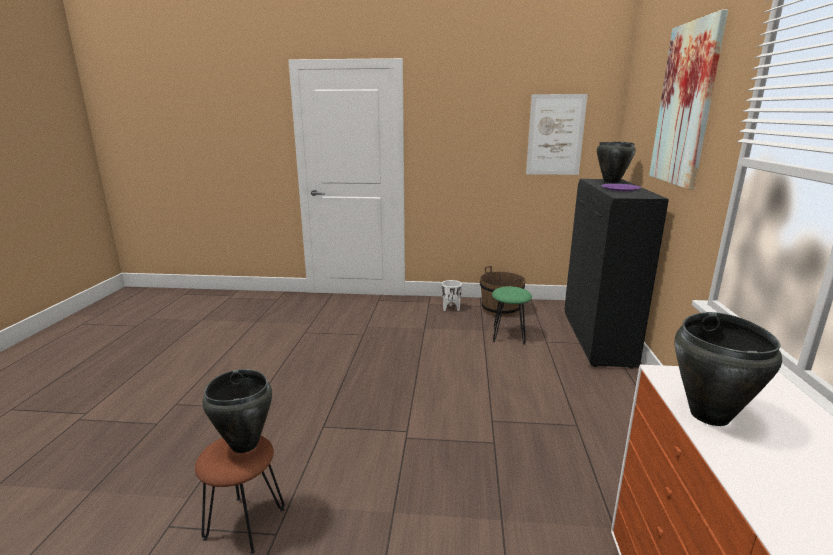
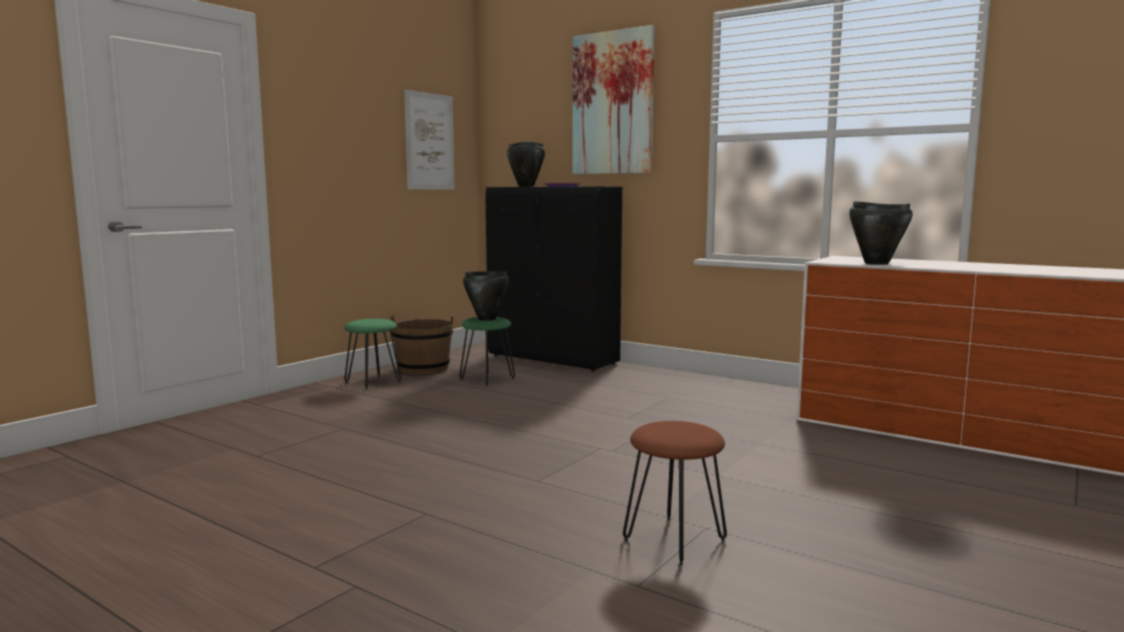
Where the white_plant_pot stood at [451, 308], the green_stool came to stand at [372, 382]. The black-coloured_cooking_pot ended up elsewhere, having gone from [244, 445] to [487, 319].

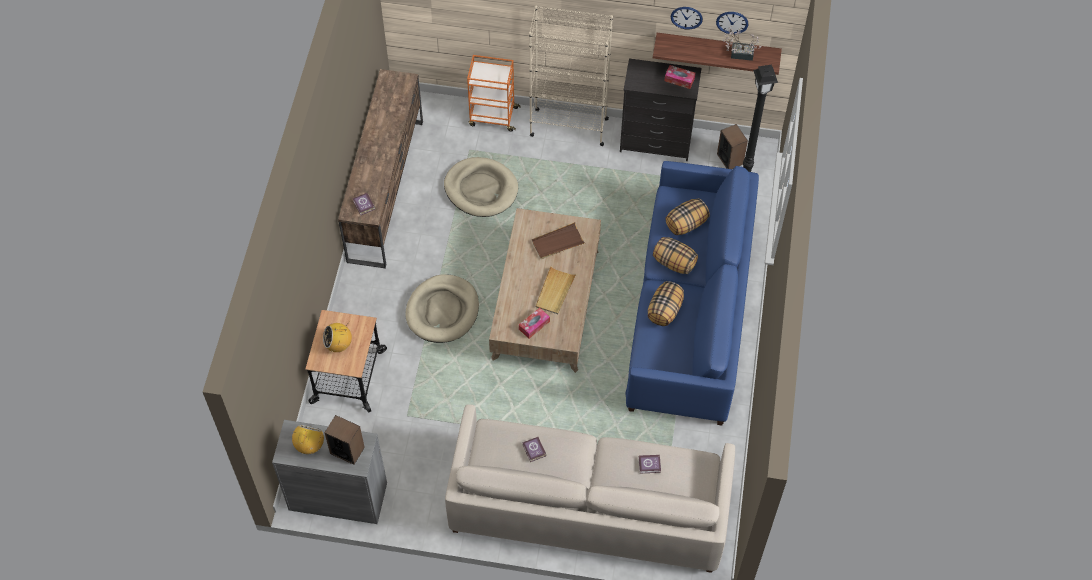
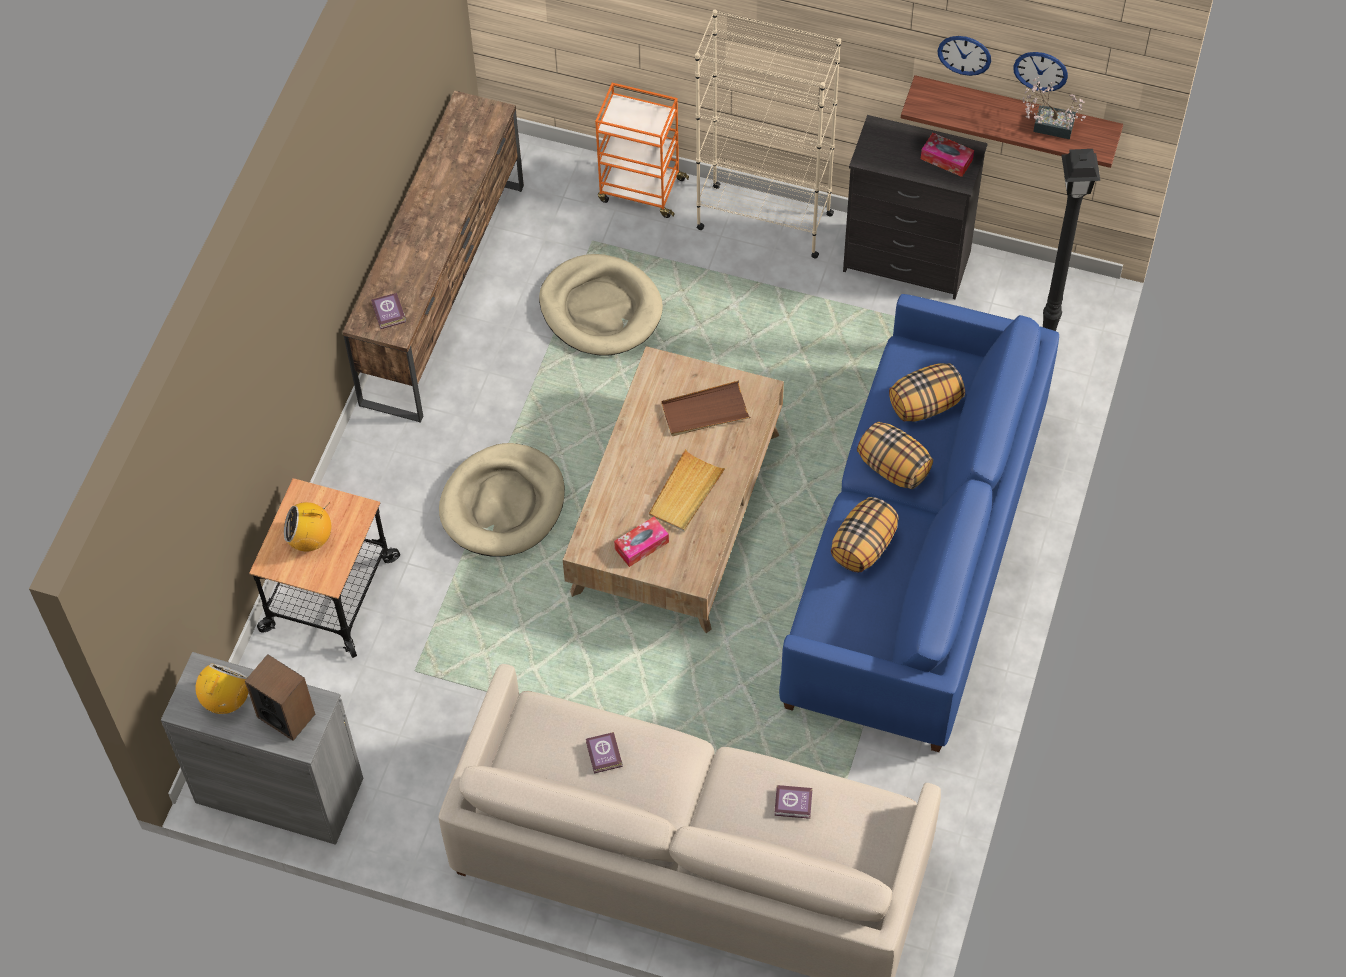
The second view lost the loudspeaker at [730, 159].

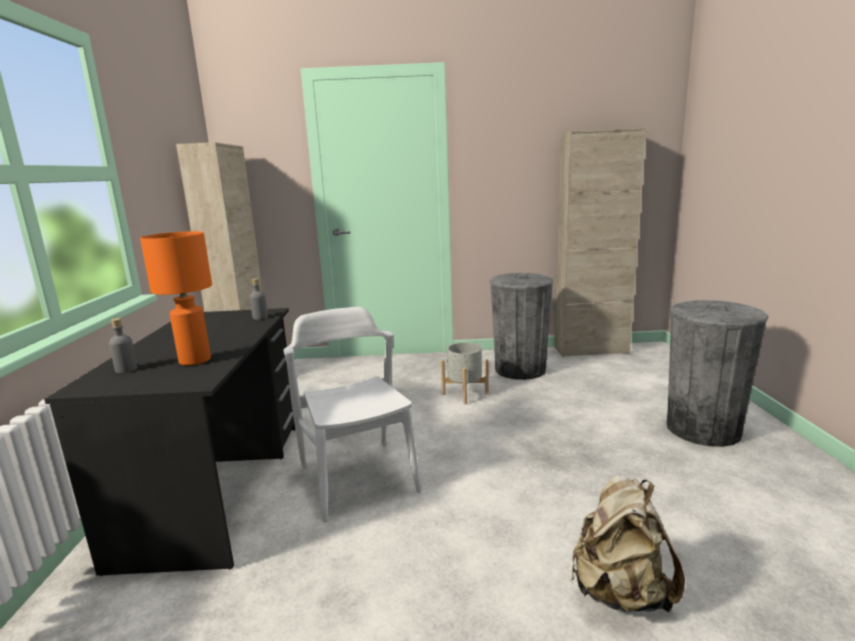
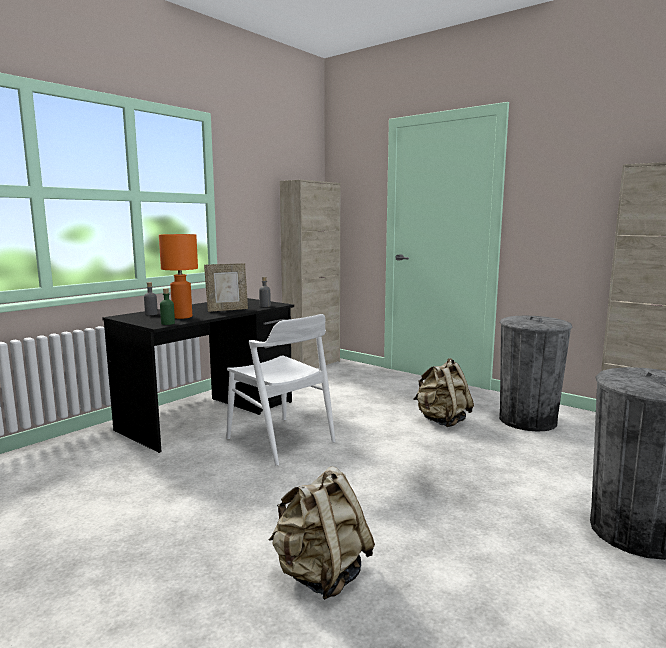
The second view gained the green_drink_bottle at [168, 323]. The second view gained the picture_frame at [227, 310]. The white_upright_chair at [358, 477] ended up facing another way, 120 degrees clockwise from before. Where the gray_plant_pot stood at [465, 394], the beige-coloured_backpack came to stand at [442, 421].

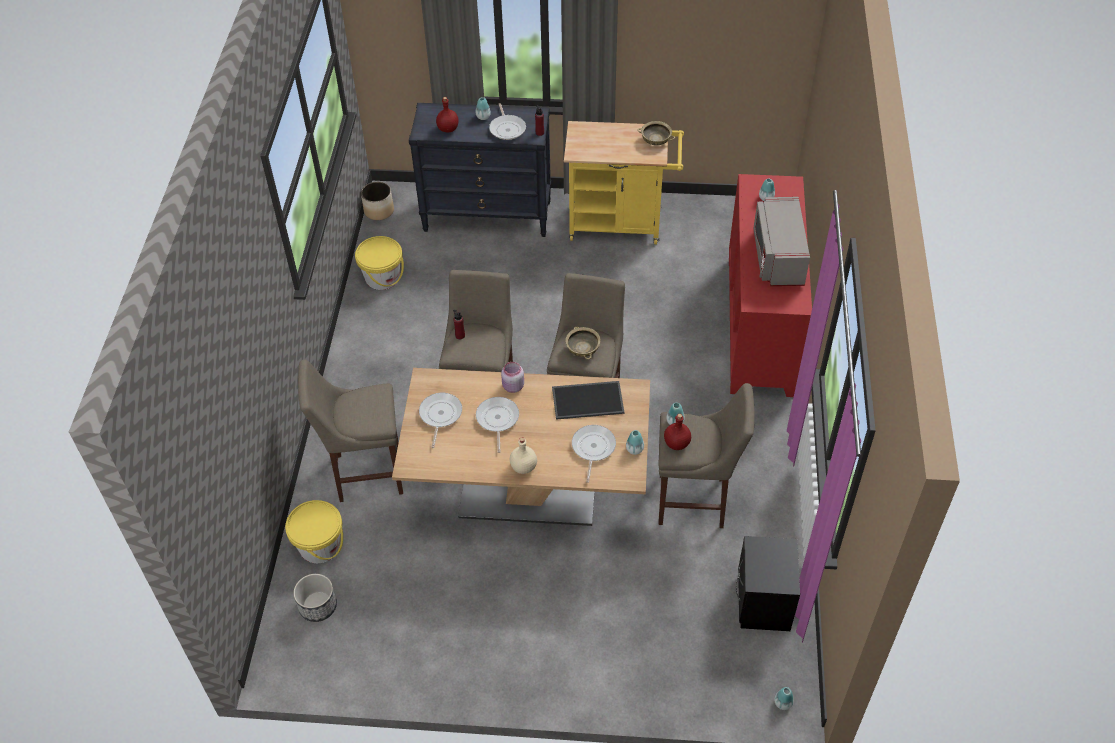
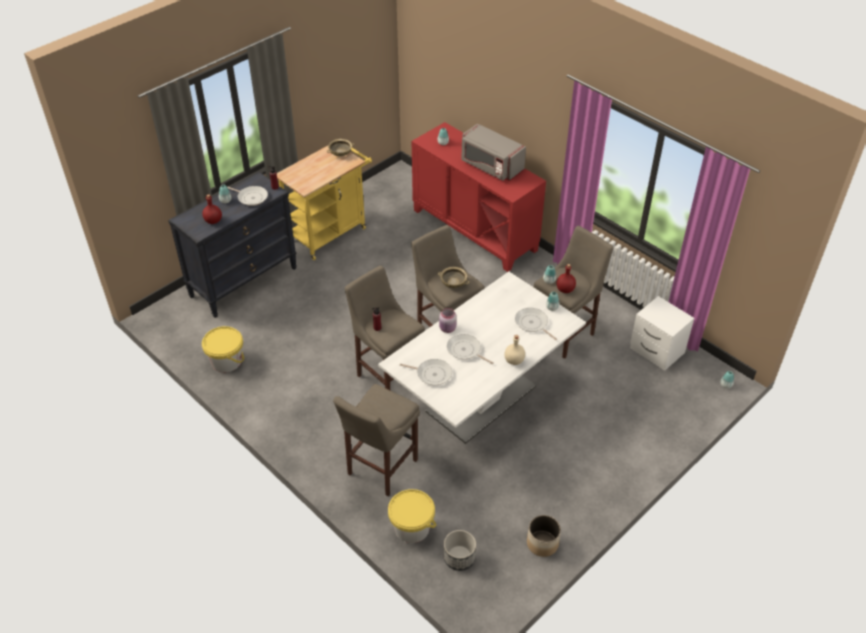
What was the brown-coloured_kitchen_table at [528, 491] turned into the white_kitchen_table at [481, 399]. The frying_pan at [440, 415] ended up facing another way, 150 degrees clockwise from before. The plant_pot ended up elsewhere, having gone from [378, 211] to [542, 544]. What was the black-coloured_bedside_table at [762, 602] turned into the white_bedside_table at [656, 351]. The second view lost the carrying_tray at [588, 399].

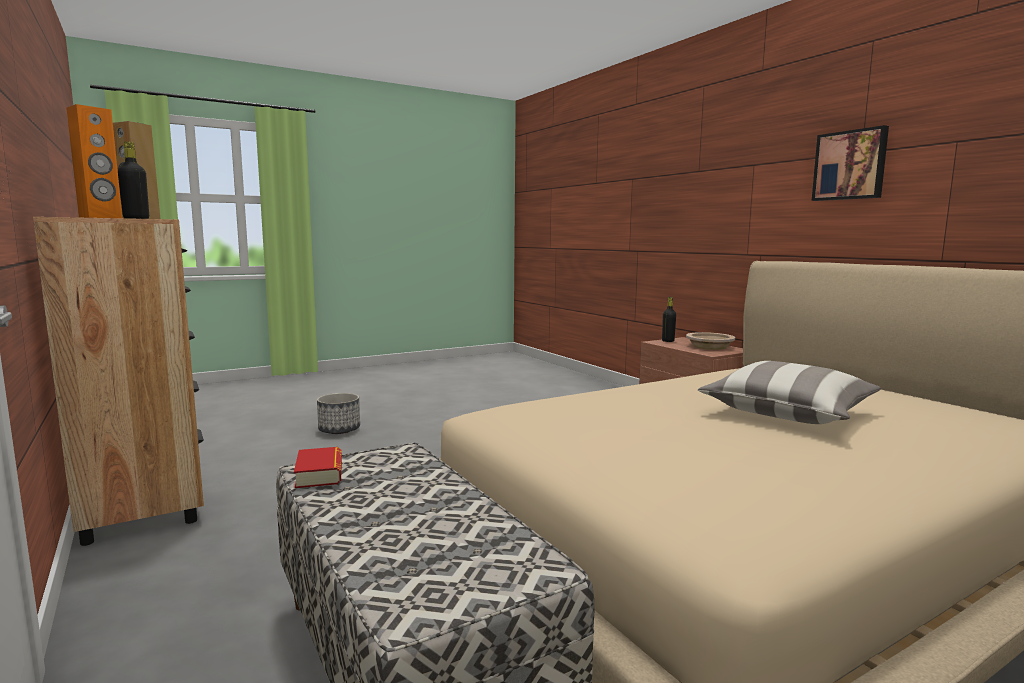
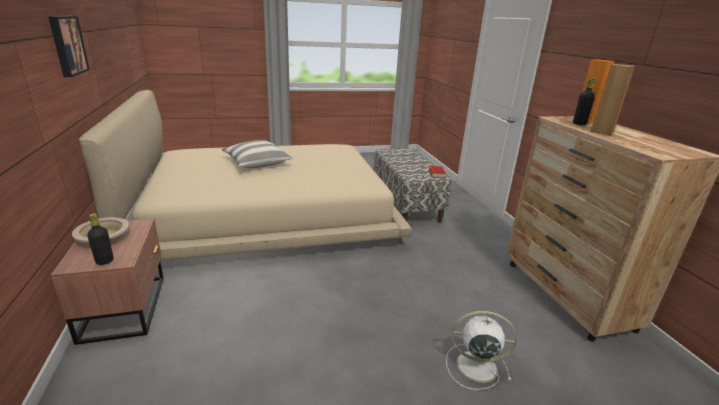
Where the plant_pot stood at [339, 429], the white_fan came to stand at [474, 366].

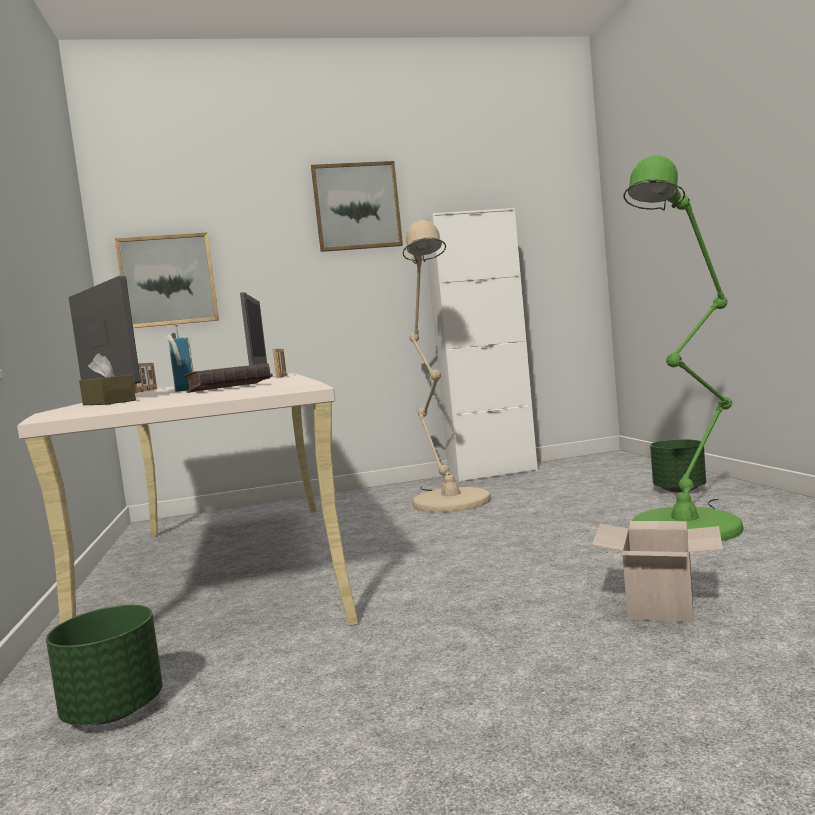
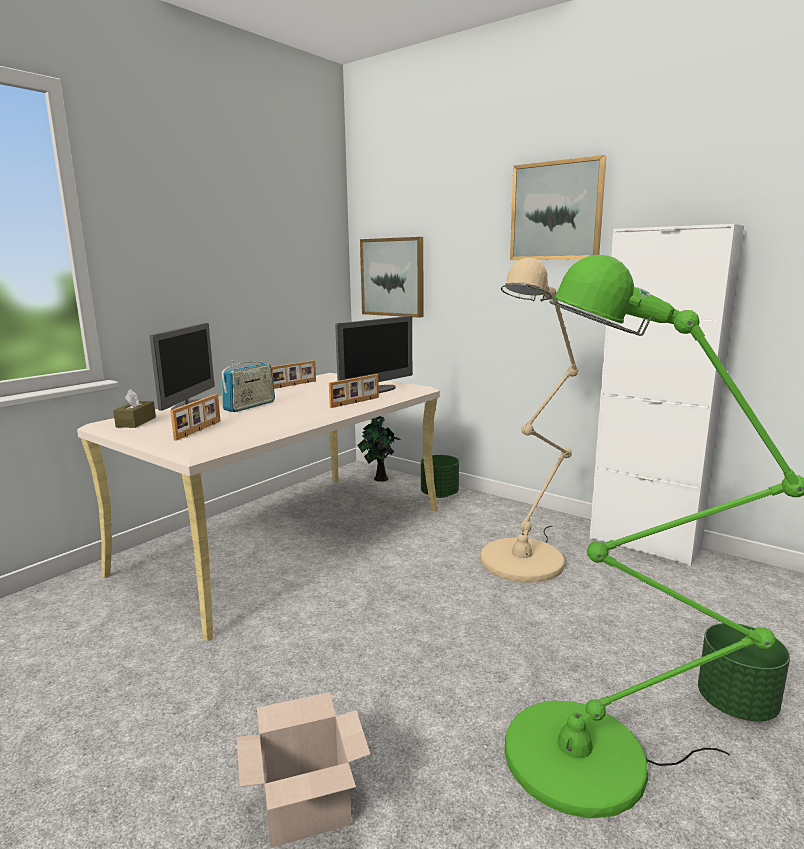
Where the brown-coloured_volume stood at [229, 388], the picture_frame came to stand at [199, 430]. The second view gained the potted_plant at [379, 479]. The green_plant_pot ended up elsewhere, having gone from [113, 712] to [439, 494].

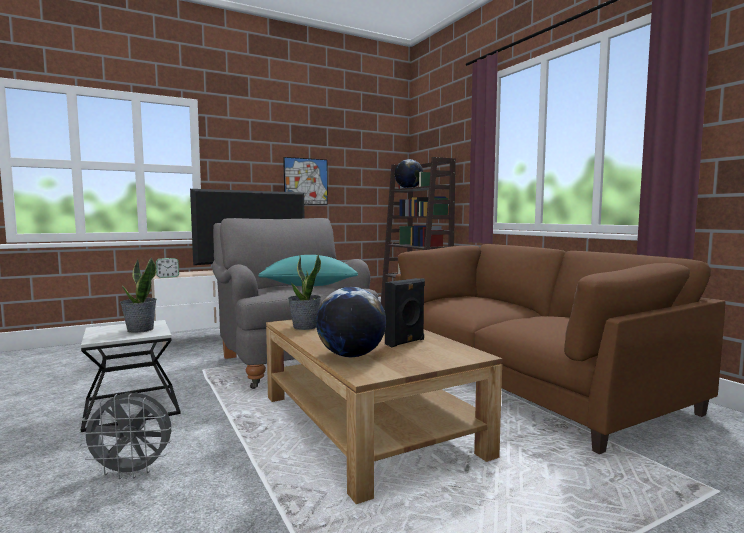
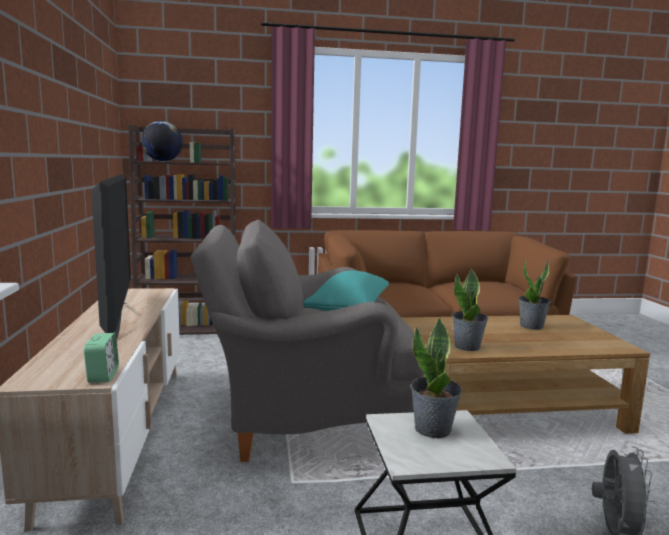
Where the black-coloured_loudspeaker stood at [405, 342], the potted_plant came to stand at [531, 326]. The second view lost the wall_art at [306, 181]. The second view lost the desk_globe at [351, 355].

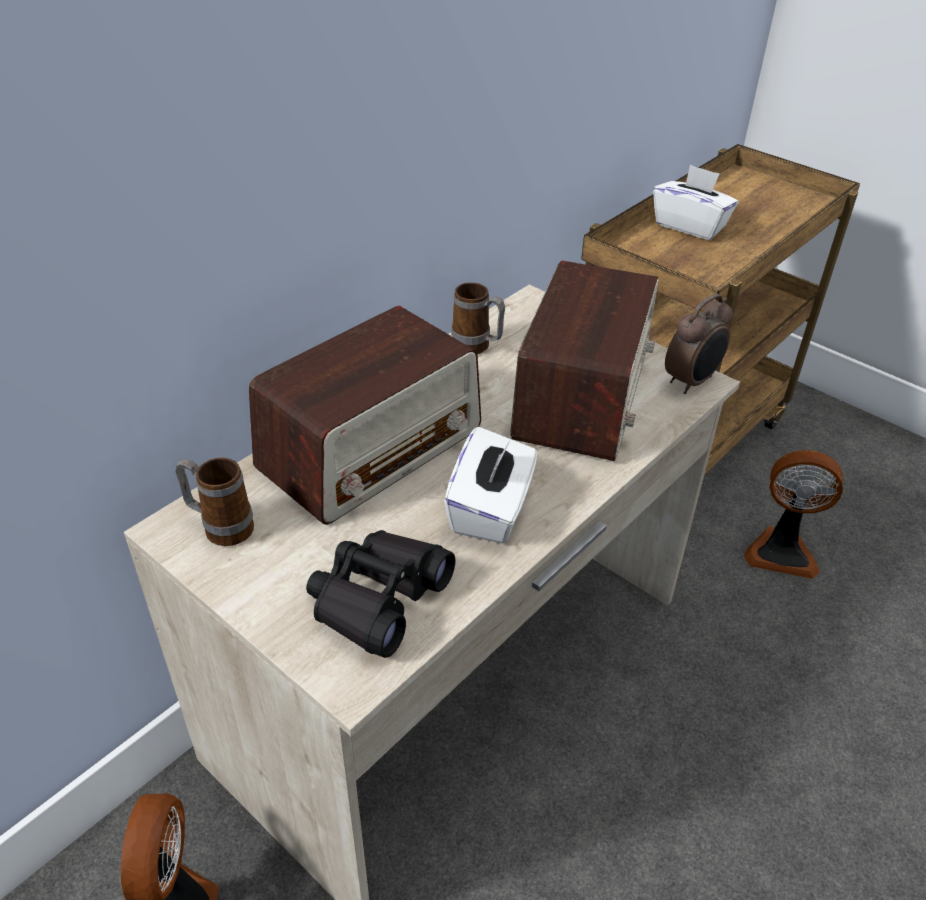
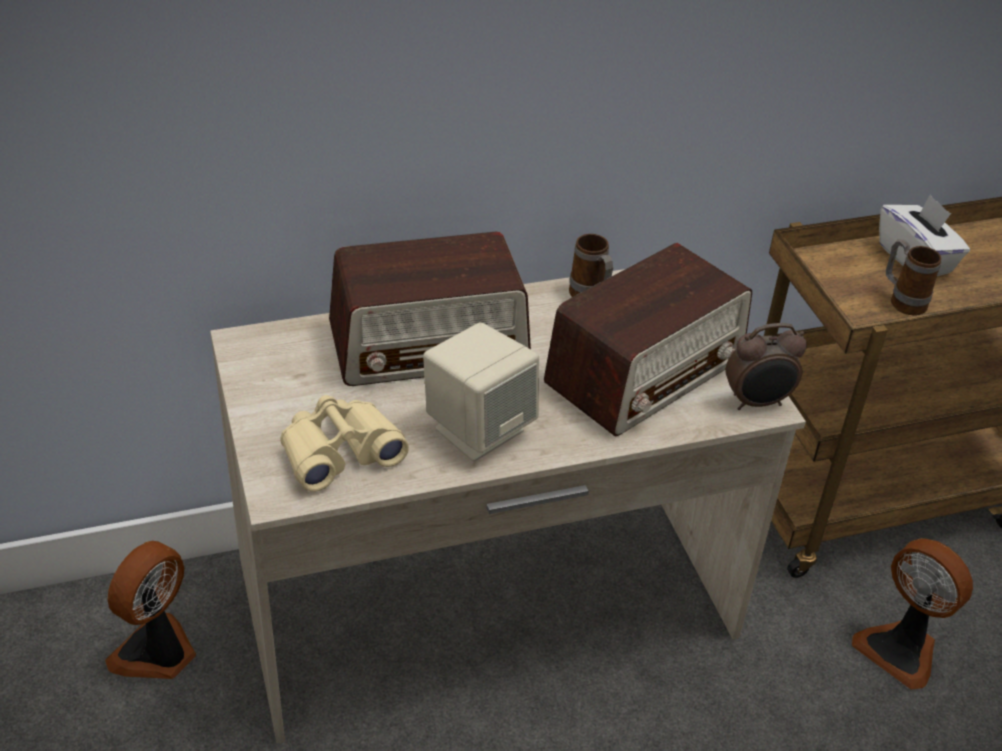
What was the black-coloured_binoculars at [378, 599] turned into the beige-coloured_binoculars at [339, 452]. Where the white_box_of_tissues stood at [491, 510], the beige-coloured_loudspeaker came to stand at [479, 429]. The mug ended up elsewhere, having gone from [221, 527] to [902, 300].

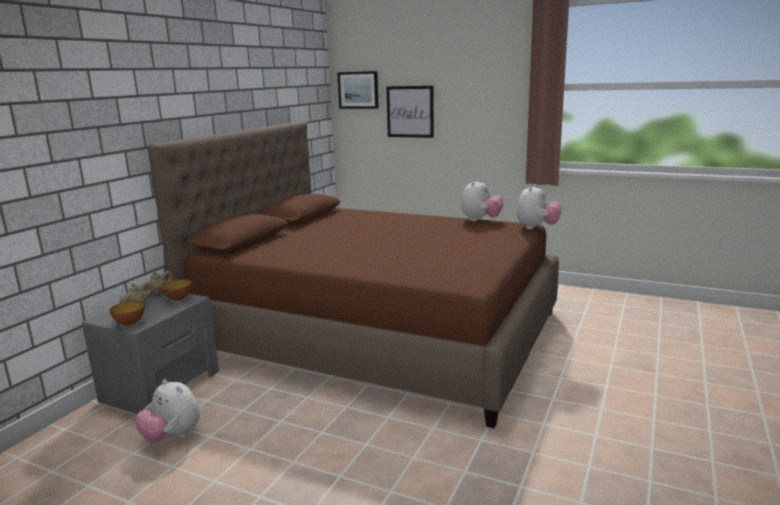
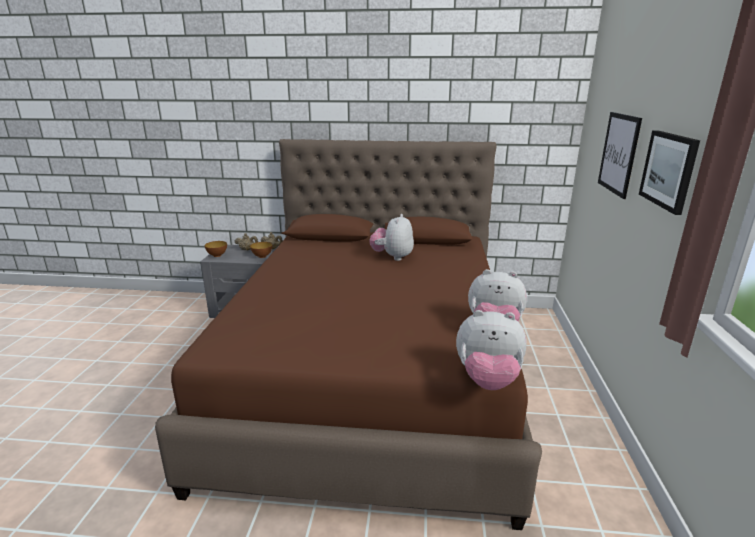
The cuddly_toy ended up elsewhere, having gone from [172, 436] to [392, 257]. The wall_art ended up elsewhere, having gone from [358, 90] to [669, 170].

